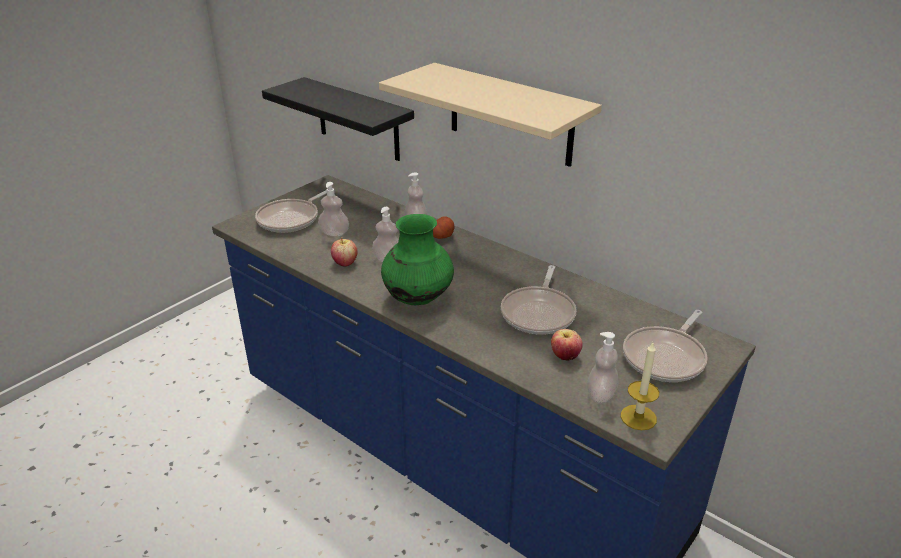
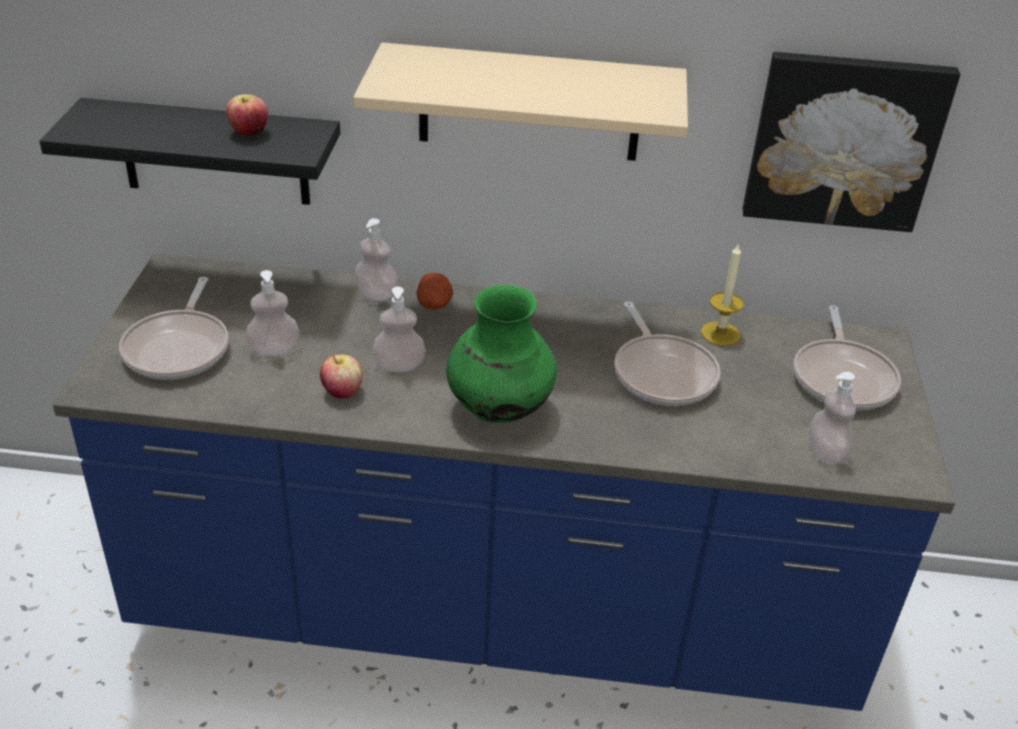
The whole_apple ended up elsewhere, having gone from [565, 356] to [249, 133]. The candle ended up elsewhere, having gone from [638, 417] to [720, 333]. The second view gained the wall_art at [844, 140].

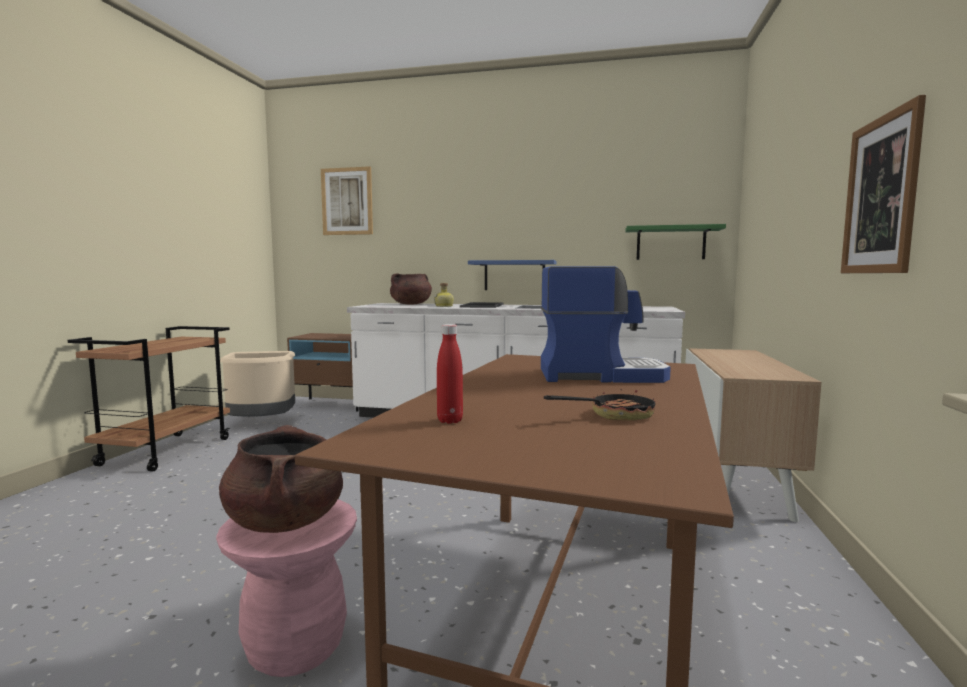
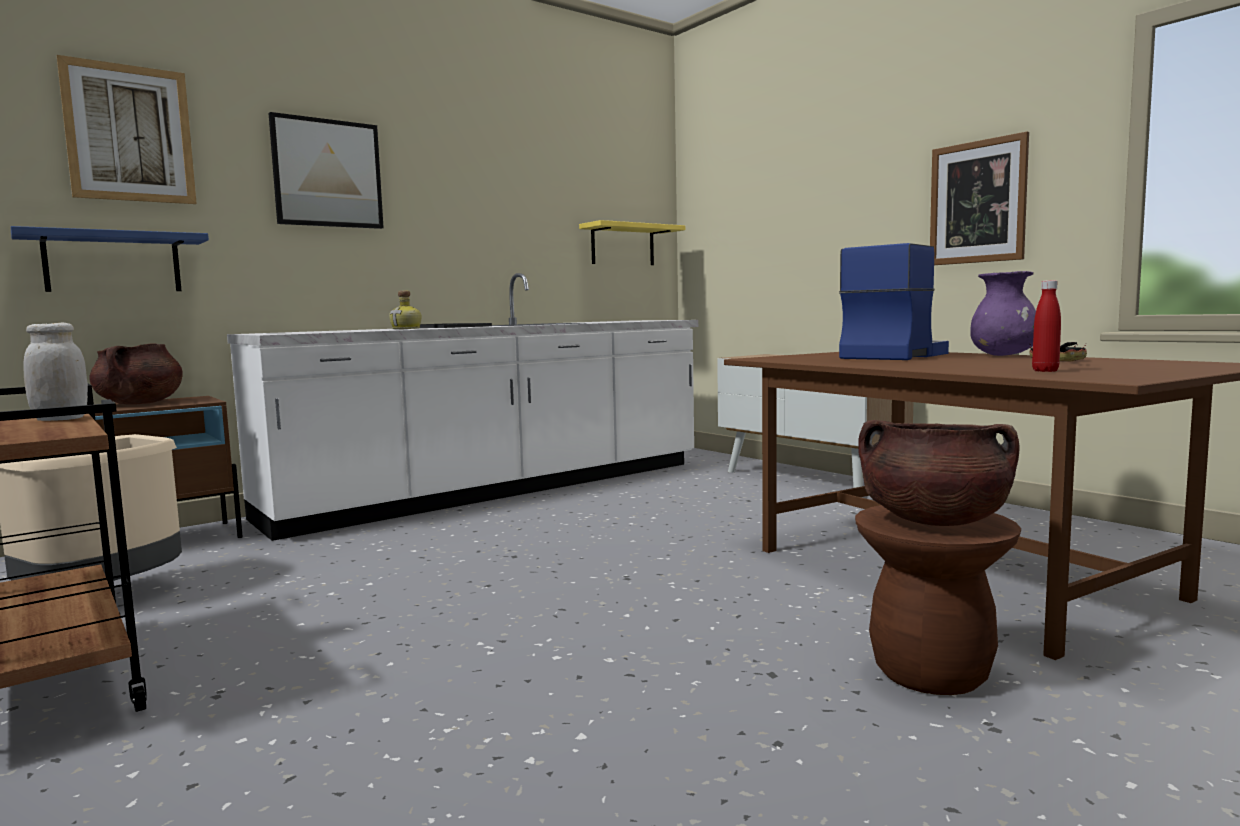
The bluish_wall_shelf ended up elsewhere, having gone from [514, 275] to [113, 263]. The second view gained the white_jar at [60, 419]. The brown-coloured_cooking_pot ended up elsewhere, having gone from [411, 304] to [140, 403]. The second view gained the wall_art at [327, 173]. What was the green_wall_shelf at [670, 243] turned into the yellow_wall_shelf at [622, 245]. What was the pinkish_stool at [296, 648] turned into the brown-coloured_stool at [930, 673]. The second view gained the purplish_decorative_vase at [1004, 355].

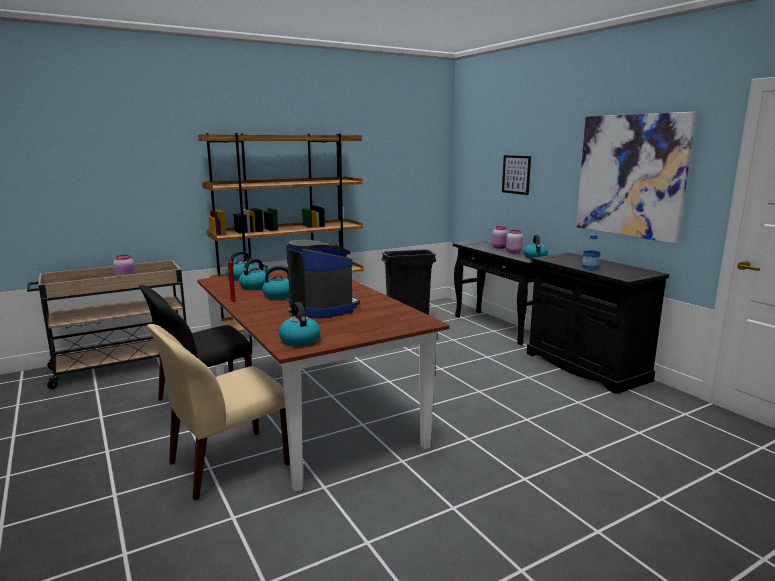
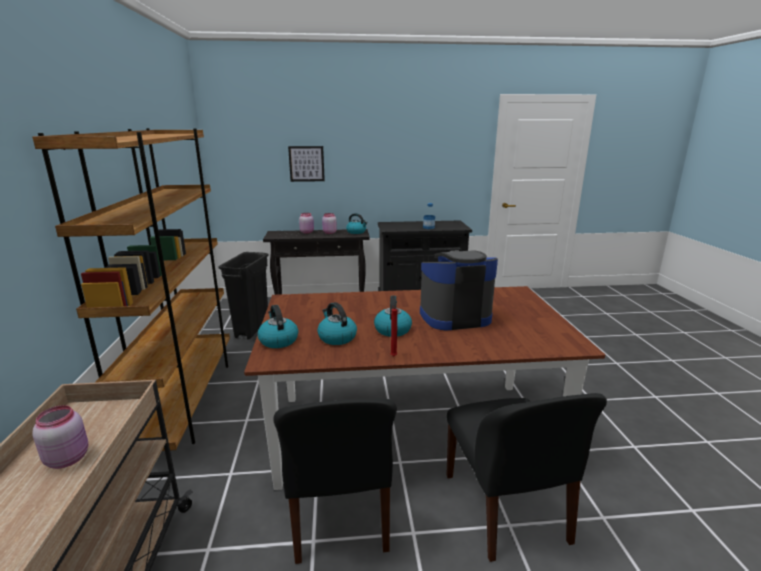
What was the beige-coloured_upright_chair at [226, 464] turned into the black-coloured_upright_chair at [506, 509]. The second view lost the tea_kettle at [299, 340]. The second view lost the wall_art at [630, 176].

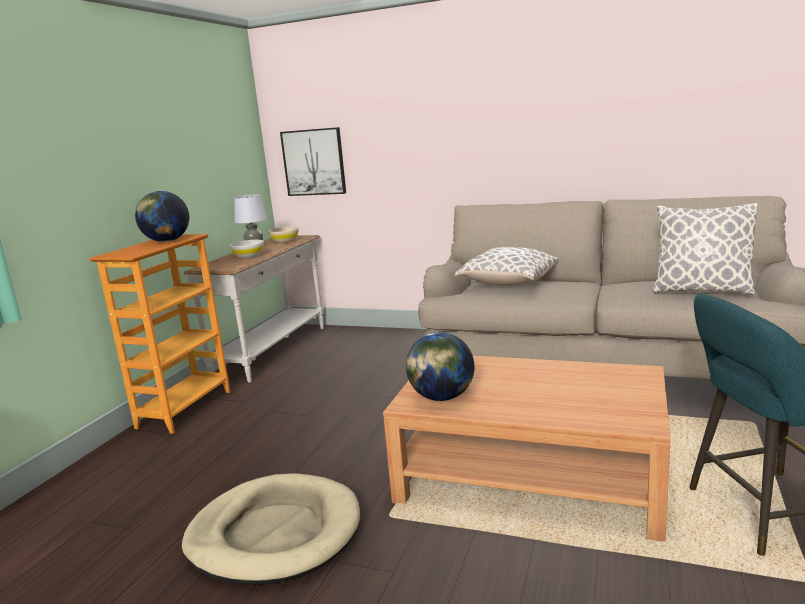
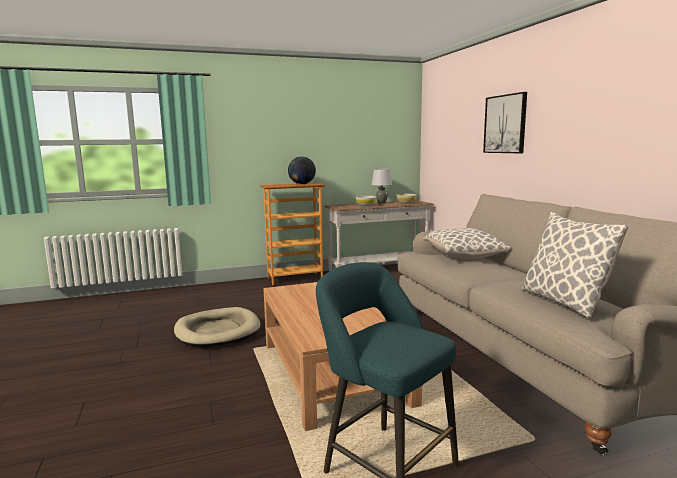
The wall_art ended up elsewhere, having gone from [314, 162] to [505, 124]. The second view lost the desk_globe at [441, 397].

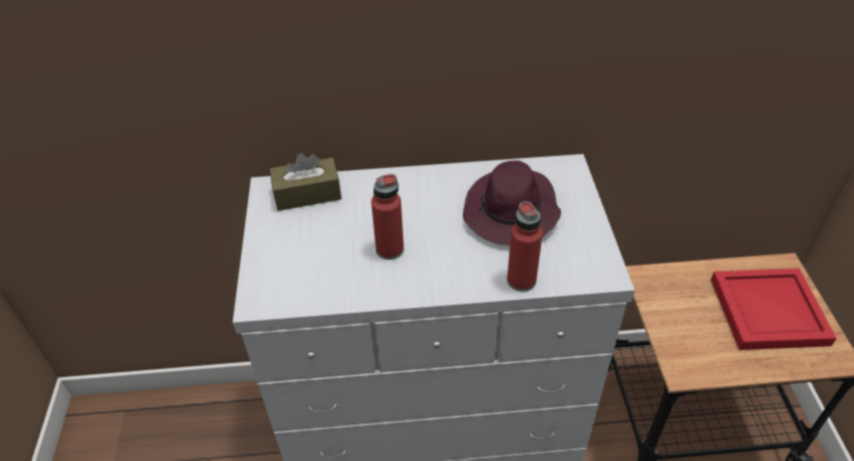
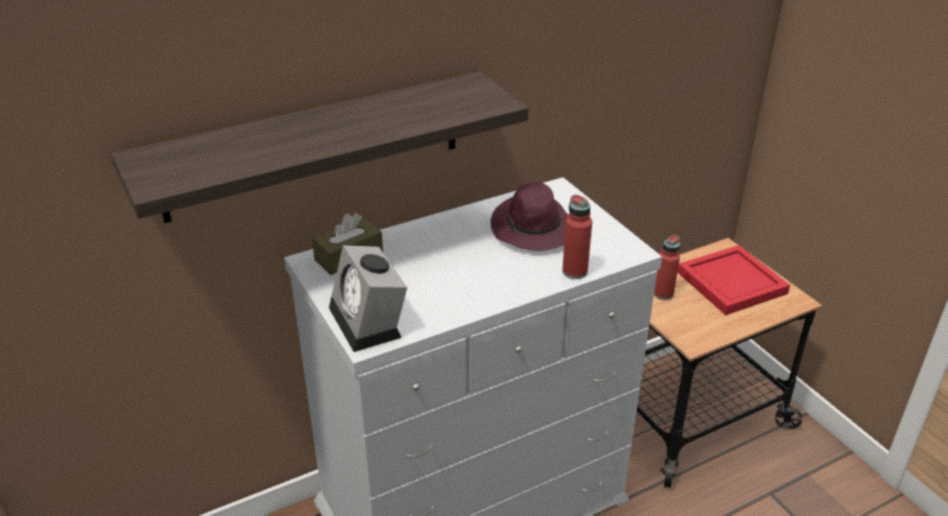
The second view gained the wall_shelf at [314, 146]. The second view gained the alarm_clock at [369, 322]. The reddish_drink_bottle ended up elsewhere, having gone from [389, 249] to [663, 294].

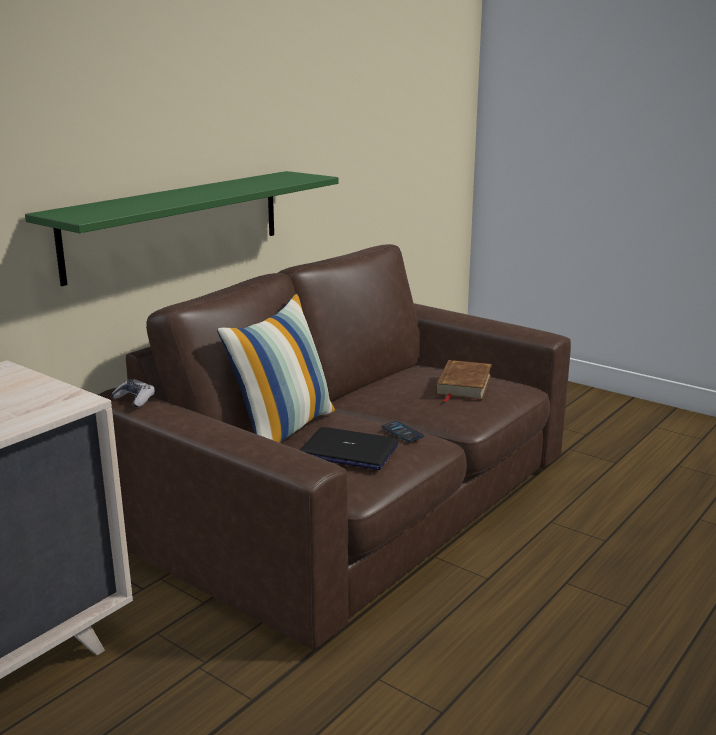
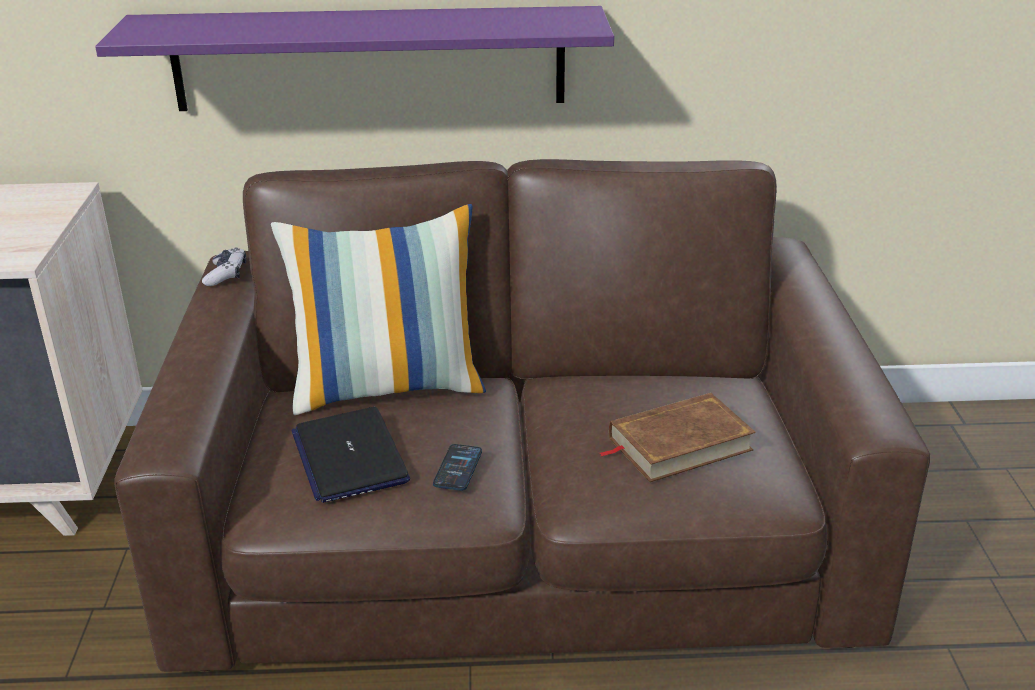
What was the green_wall_shelf at [176, 223] turned into the purplish_wall_shelf at [369, 59].

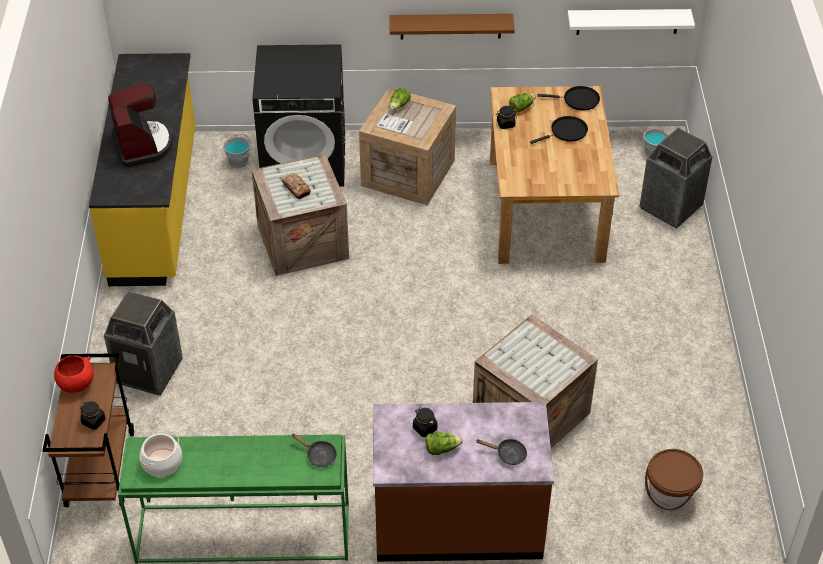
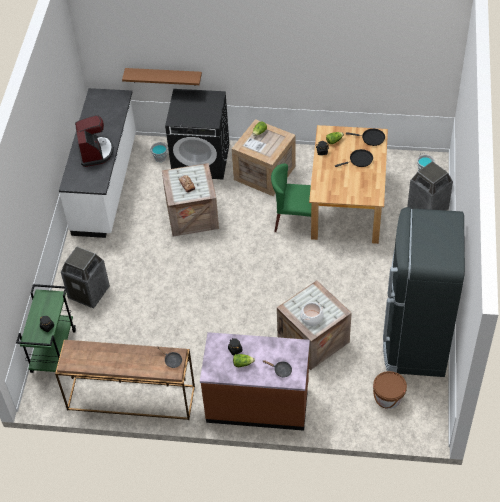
What was the brown-coloured_wheeled_cart at [99, 468] turned into the green_wheeled_cart at [53, 350]. What was the green_hall_table at [242, 535] turned into the brown-coloured_hall_table at [130, 399]. What was the yellow_kitchen_counter at [156, 206] turned into the white_kitchen_counter at [106, 185]. The brown-coloured_wall_shelf ended up elsewhere, having gone from [450, 26] to [164, 76]. The second view gained the green_upright_chair at [295, 220]. The cooking_pot ended up elsewhere, having gone from [162, 463] to [311, 318]. The second view gained the black-coloured_fridge at [415, 343]. The second view lost the reddish_serving_bowl at [76, 384]. The second view lost the white_wall_shelf at [627, 21].

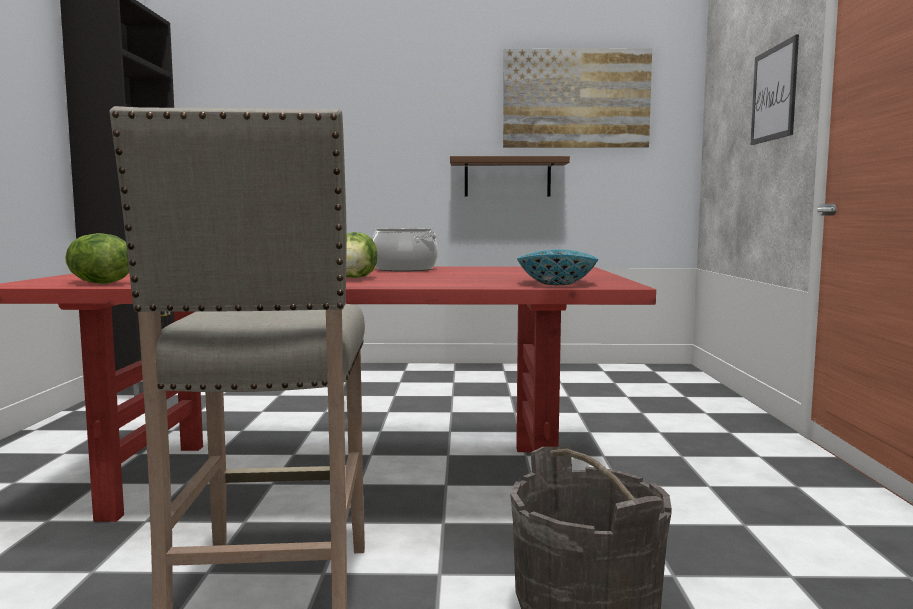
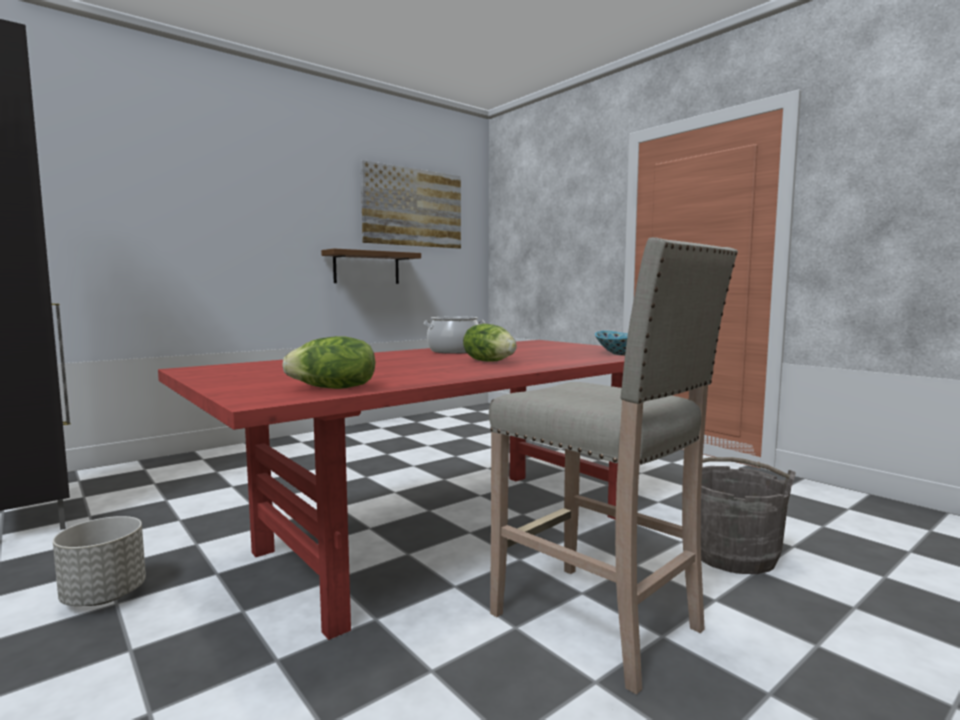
The second view gained the gray_plant_pot at [104, 596]. The second view lost the wall_art at [774, 93].

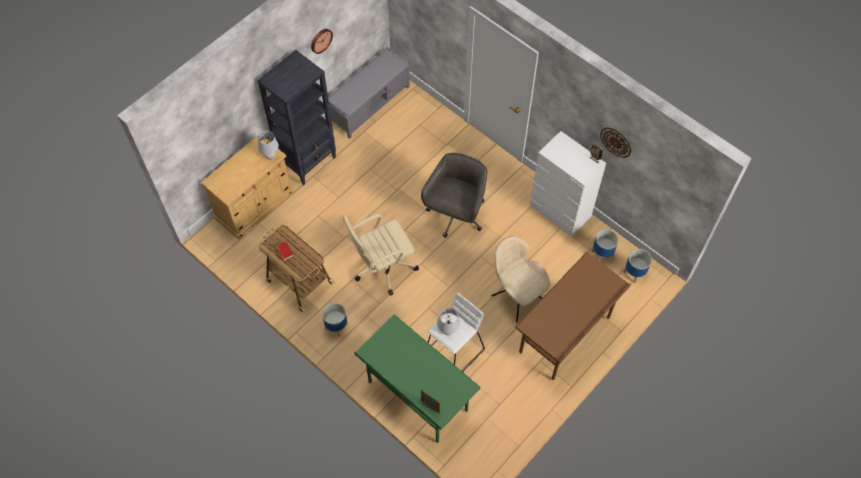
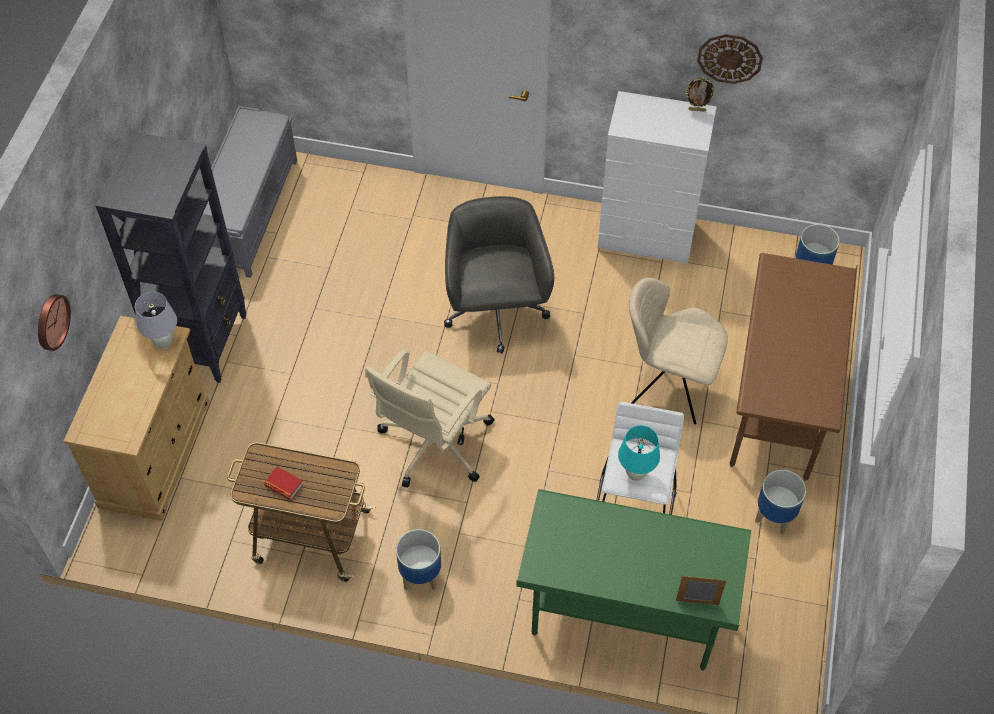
The wall_clock ended up elsewhere, having gone from [320, 40] to [51, 321]. What was the white_tabletop_lamp at [448, 331] turned into the turquoise_tabletop_lamp at [636, 474]. The plant_pot ended up elsewhere, having gone from [602, 254] to [775, 516].

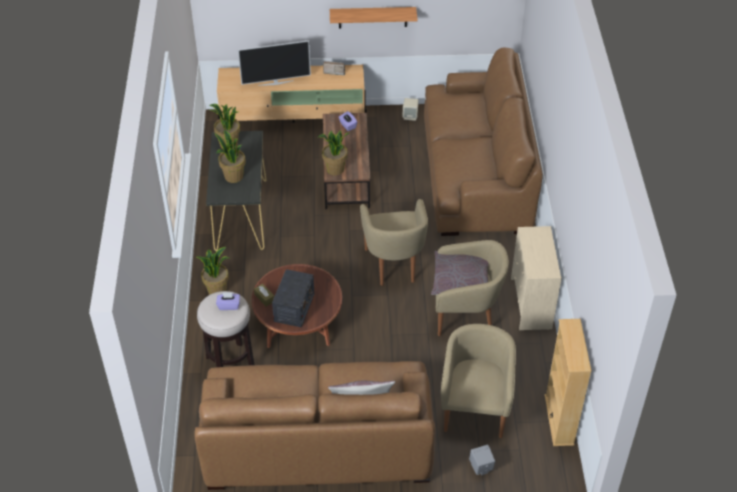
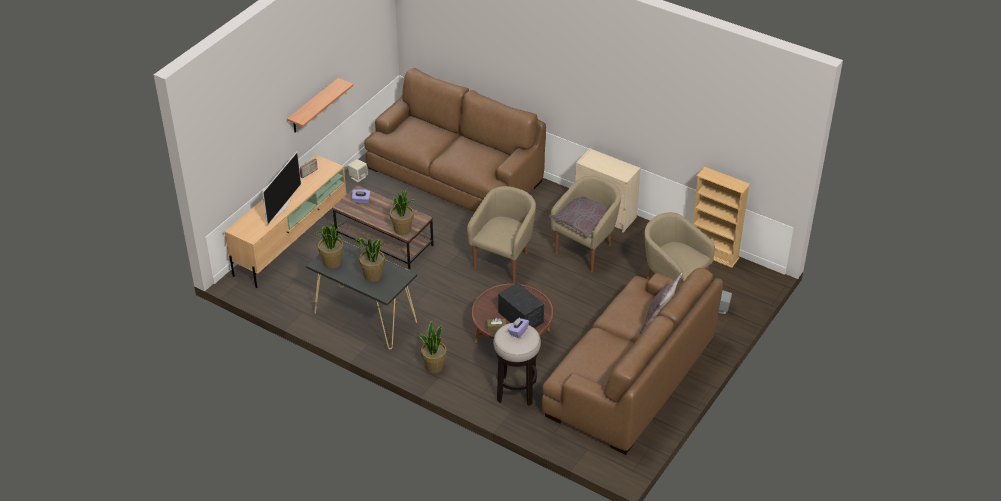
The beige-coloured_lounge_chair at [393, 265] ended up facing another way, 90 degrees counterclockwise from before.

